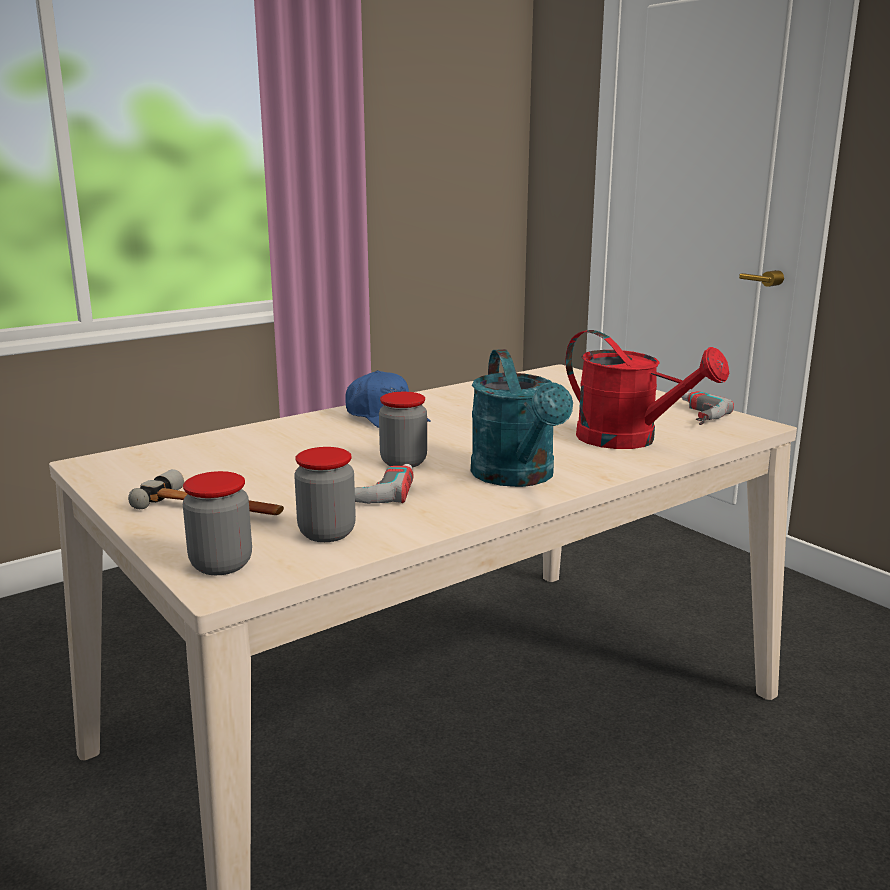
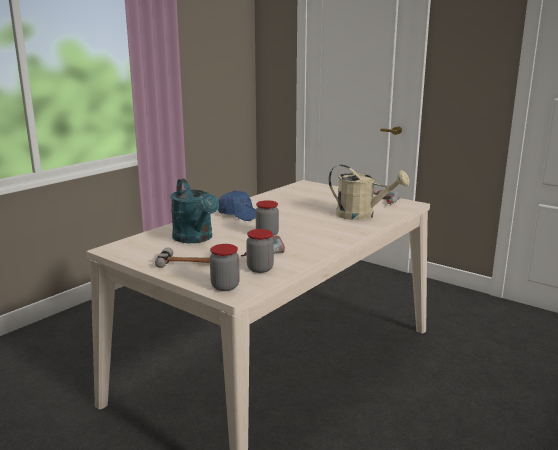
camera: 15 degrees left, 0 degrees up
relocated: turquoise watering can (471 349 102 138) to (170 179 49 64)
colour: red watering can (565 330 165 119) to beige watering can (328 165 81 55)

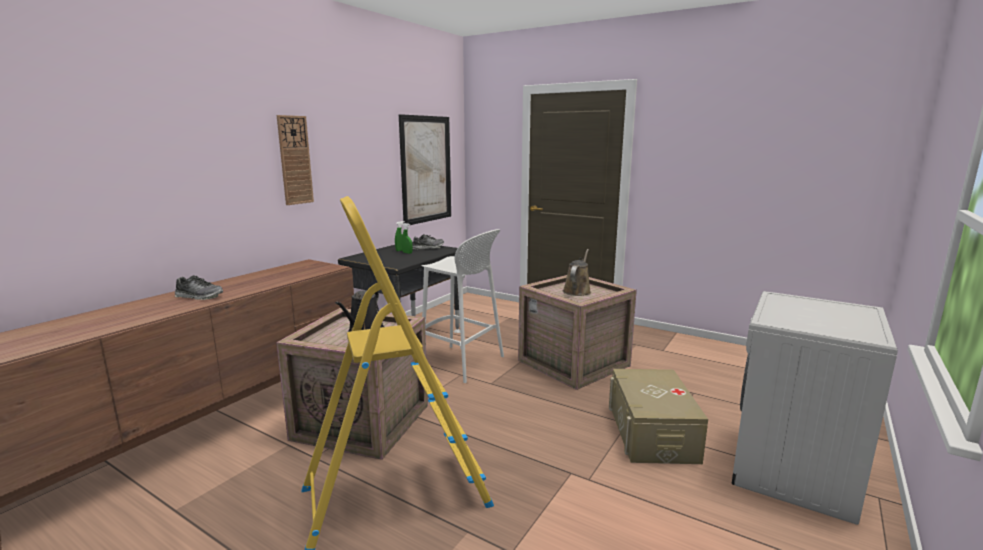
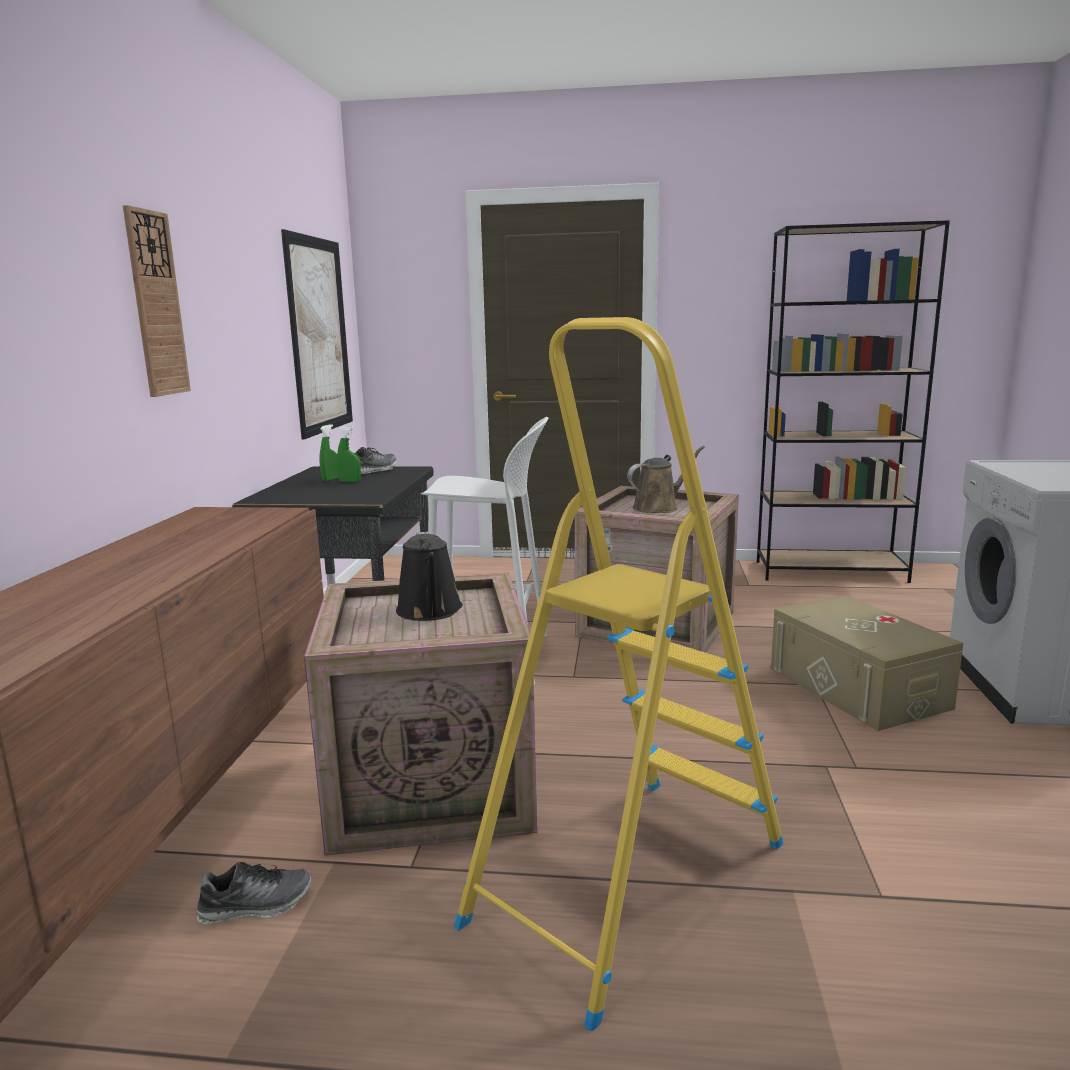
camera: 25 degrees left, 0 degrees up
appeared: beige bookcase (757 220 193 363)
relocated: shoe (175 275 48 25) to (197 862 115 62)
spun: brown watering can (563 249 28 47) = (627 446 78 67) 60 degrees clockwise

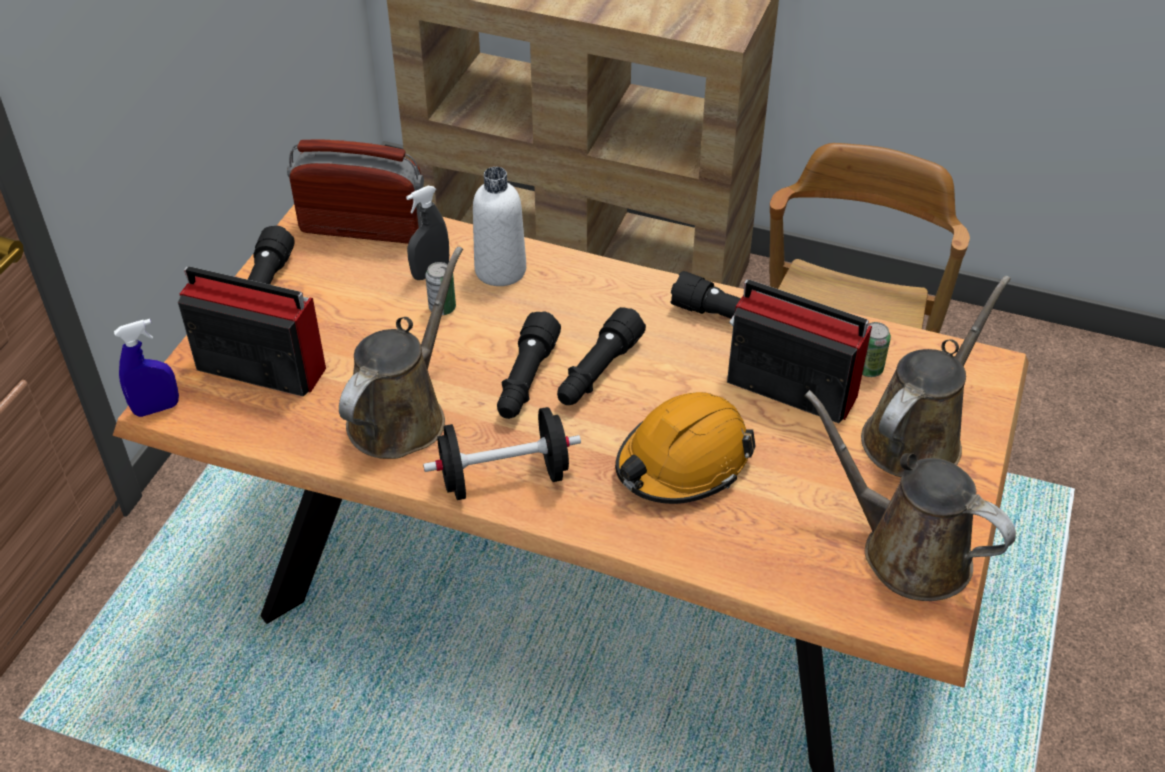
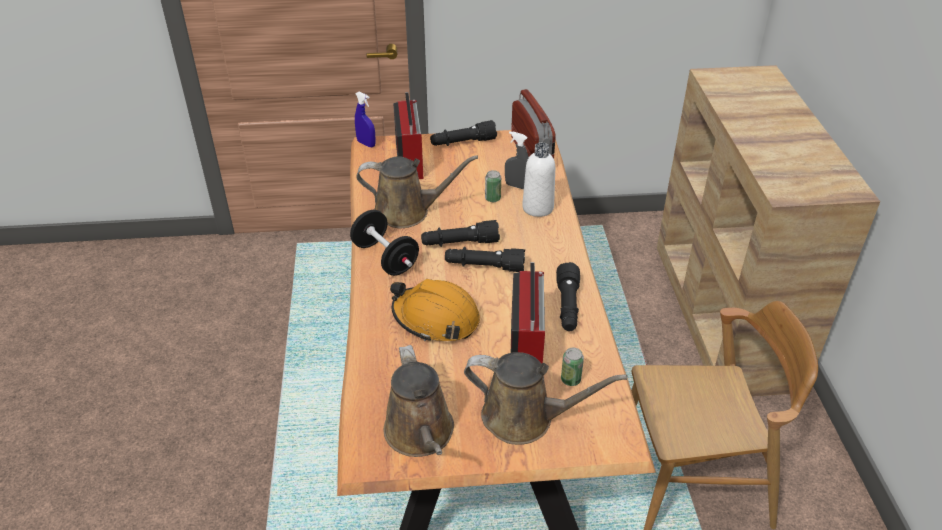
camera: 65 degrees right, 5 degrees down
spun: brown watering can (805 390 211 211) = (383 345 71 112) 150 degrees clockwise

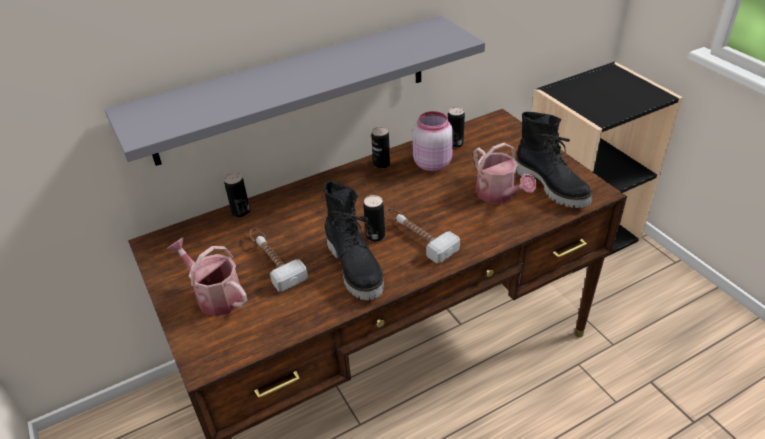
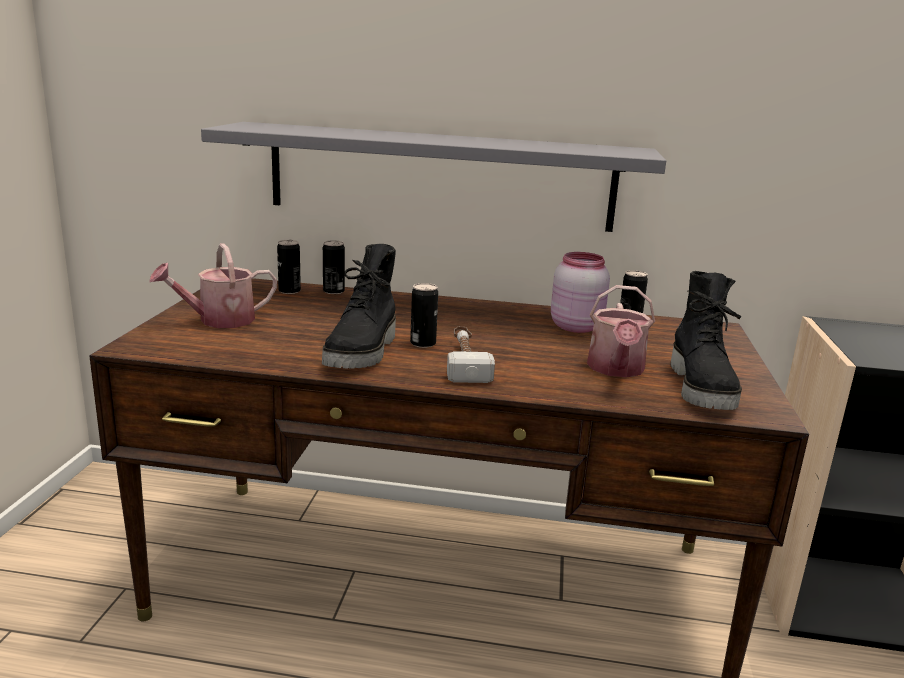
camera: 35 degrees right, 20 degrees down
missing: hammer (250 228 58 64)
relocated: can (371 127 19 42) to (277 240 24 54)
spun: watering can (167 238 80 78) = (149 243 128 85) 105 degrees counterclockwise

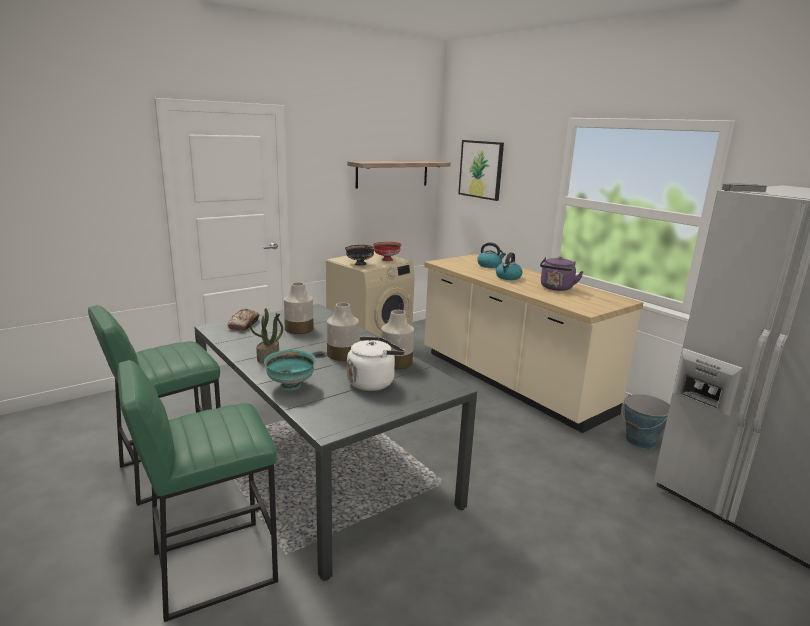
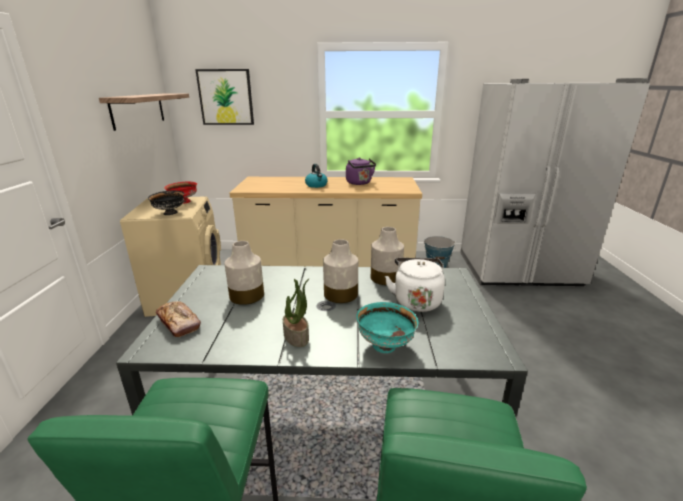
camera: 50 degrees left, 5 degrees up
missing: kettle (477 242 29 26)

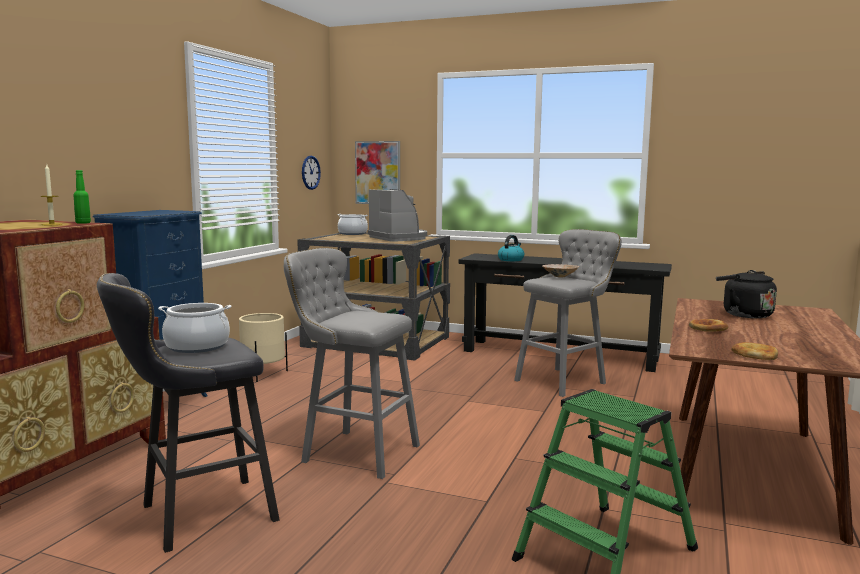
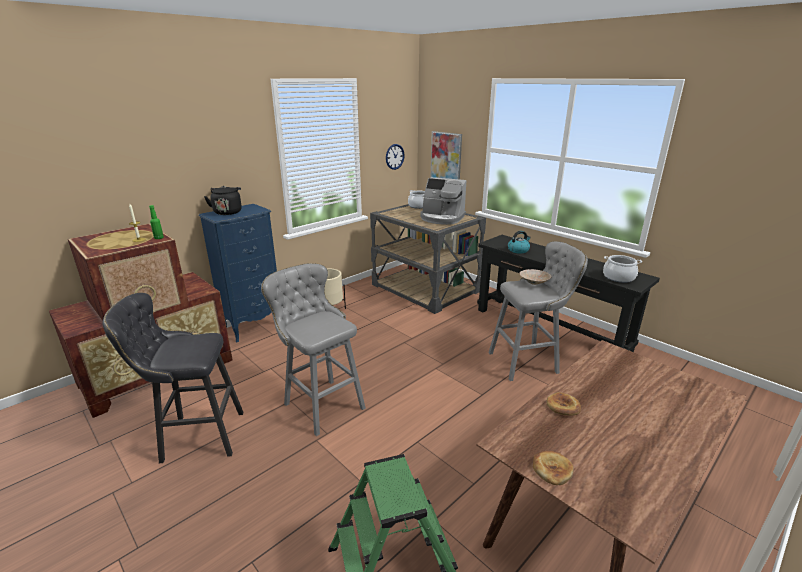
camera: 25 degrees right, 15 degrees up
relocated: black kettle (716 270 61 48) to (204 186 38 29); cooking pot (158 303 74 50) to (603 255 39 28)
spun: coffee machine (368 189 59 53) = (420 177 47 48) 120 degrees clockwise

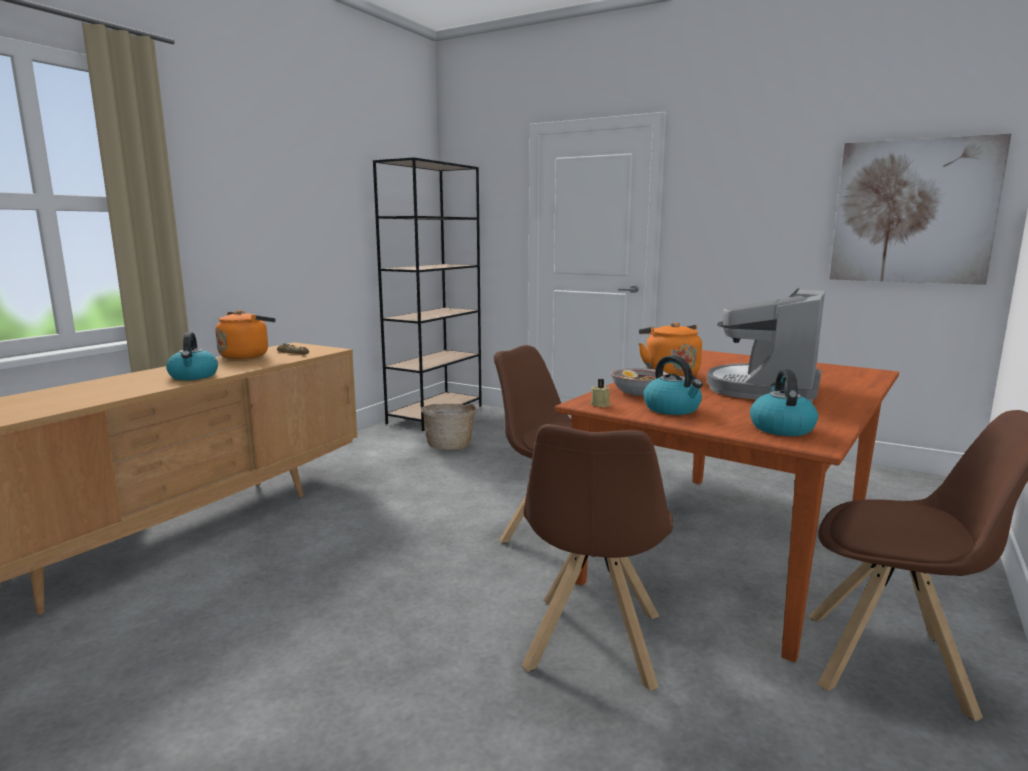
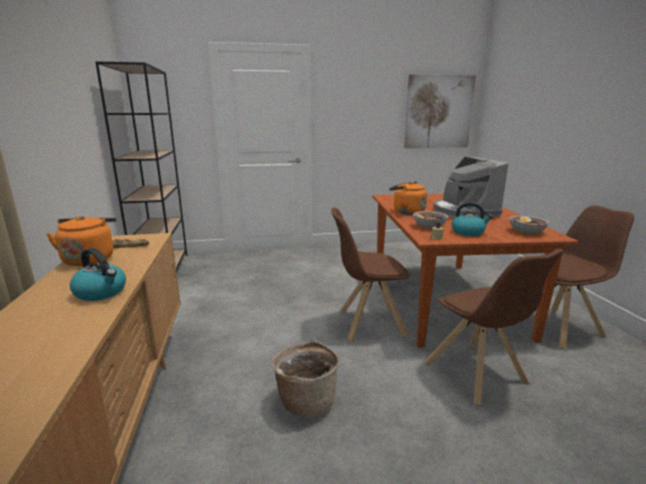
camera: 40 degrees left, 5 degrees up
relocated: basket (421 404 56 46) to (272 340 67 77)
exchanged: kettle (750 369 68 67) to bowl (509 215 40 19)

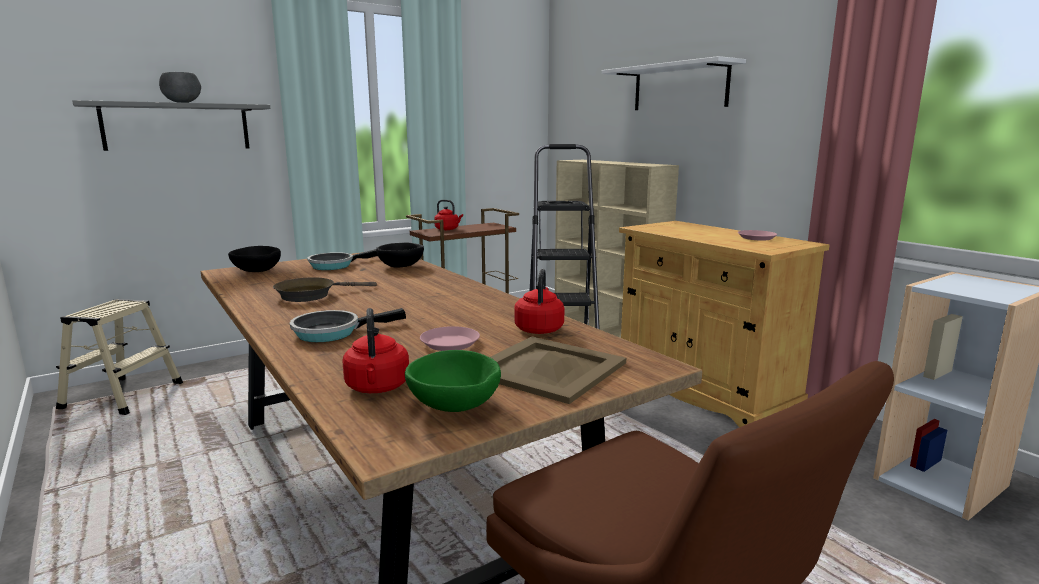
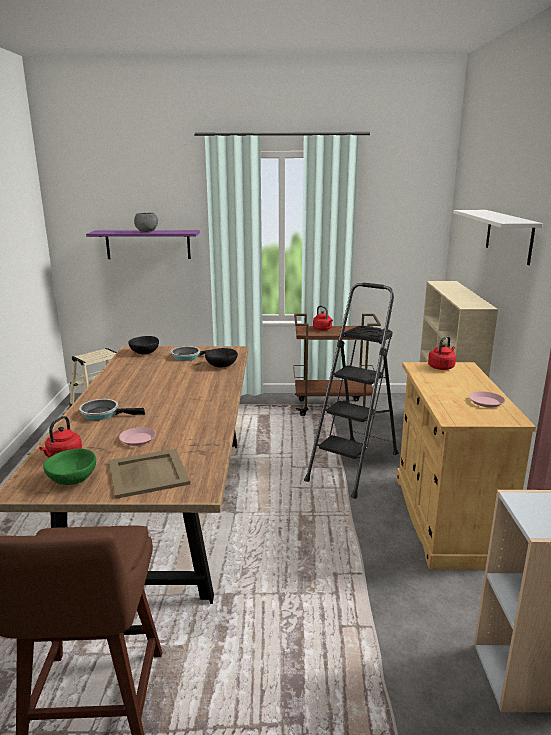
camera: 35 degrees right, 5 degrees up
missing: brown frying pan (273 277 104 25)
relocated: red kettle (514 269 50 65) to (428 336 28 34)
colour: grey shelf (72 100 198 51) to purple shelf (86 230 114 29)

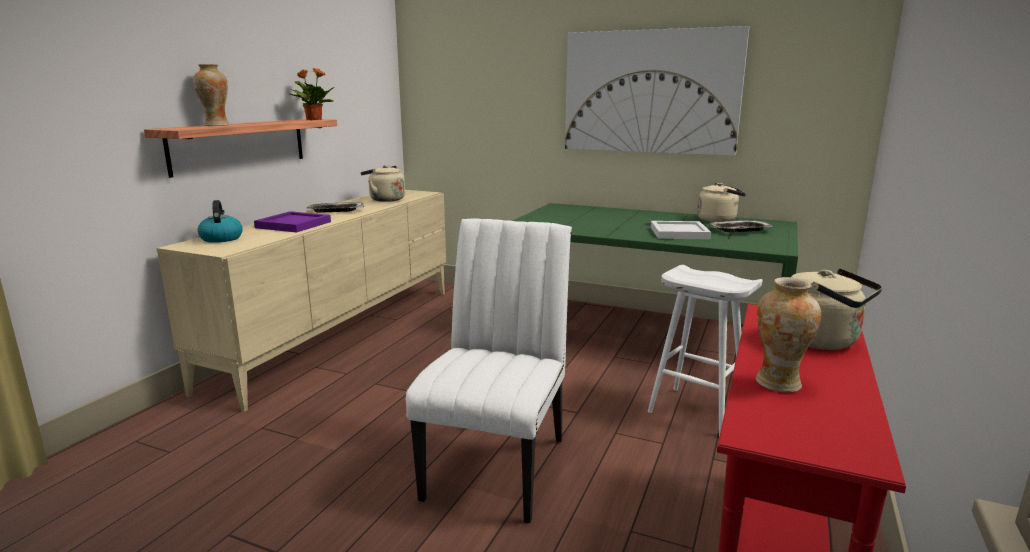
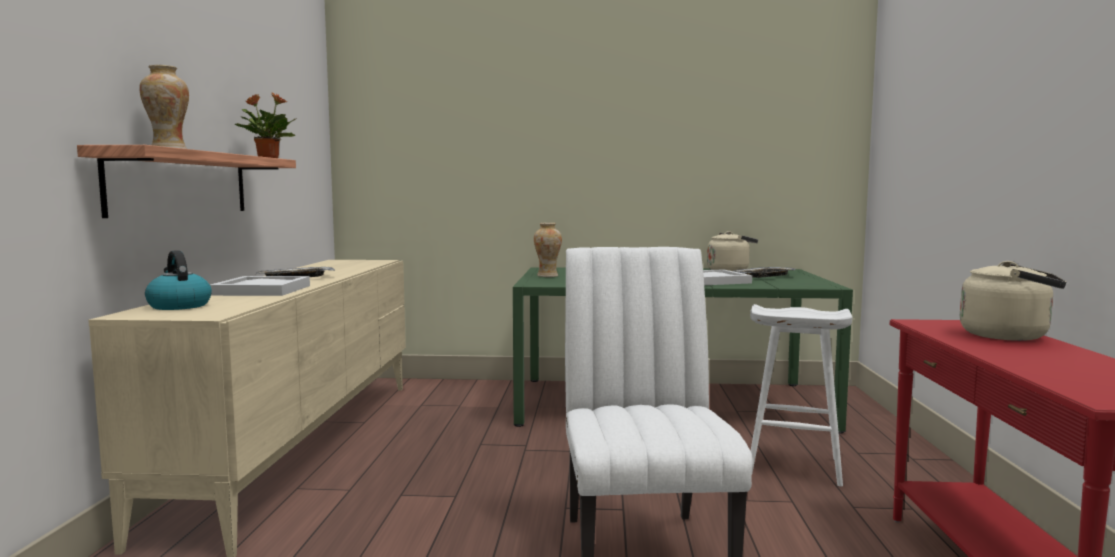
camera: 20 degrees left, 10 degrees down
missing: beige kettle (361 165 44 37); picture (565 26 184 130)
relocated: vase (756 277 65 116) to (534 223 28 54)
colour: purple tray (254 211 77 22) to white tray (210 276 100 20)

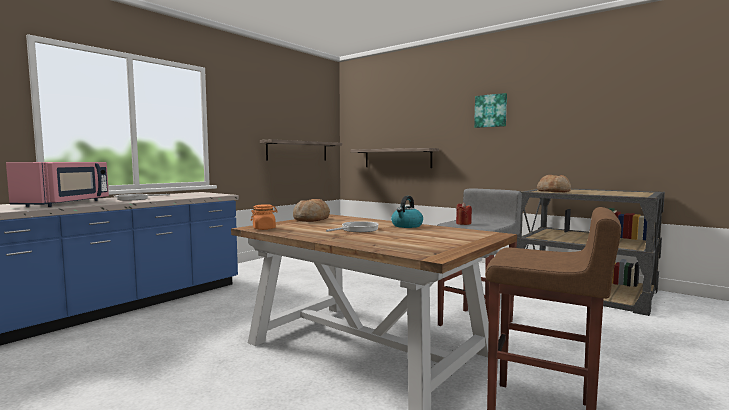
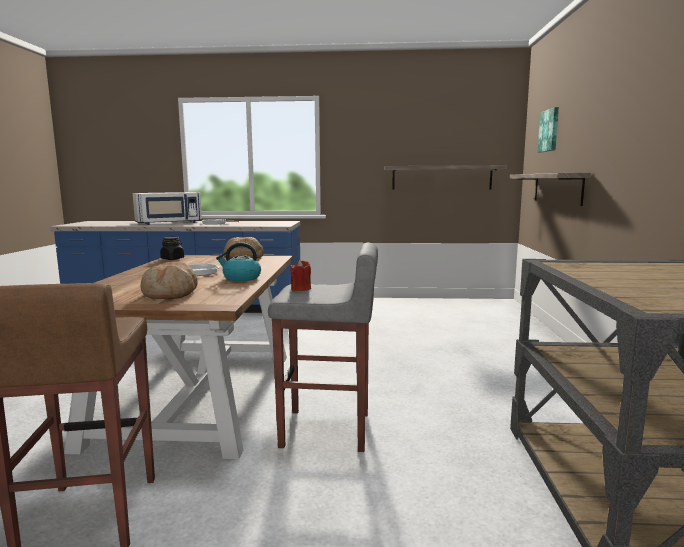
camera: 55 degrees right, 5 degrees up
relocated: bread (537 175 34 17) to (140 261 58 38); picture (474 93 33 35) to (538 107 21 45)
colour: pink microwave (6 162 103 45) to white microwave (133 192 69 33); orange jar (251 204 27 26) to black jar (160 237 24 23)

